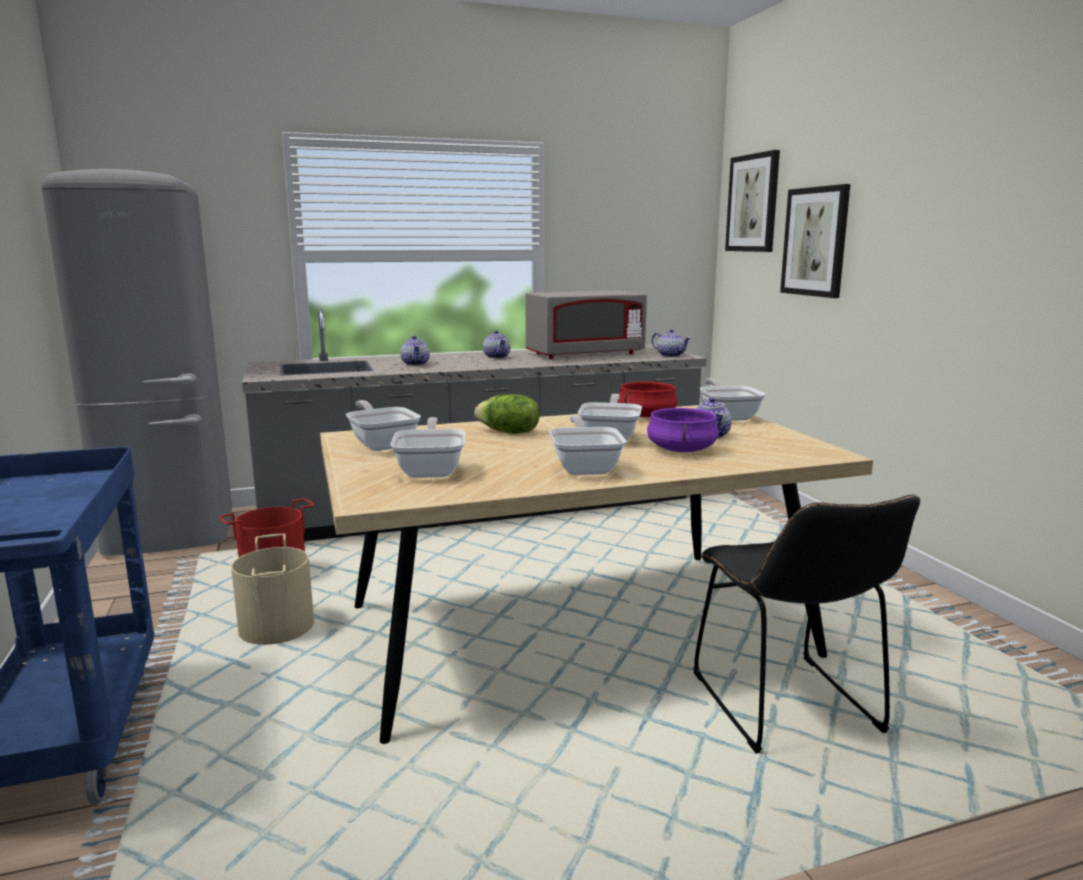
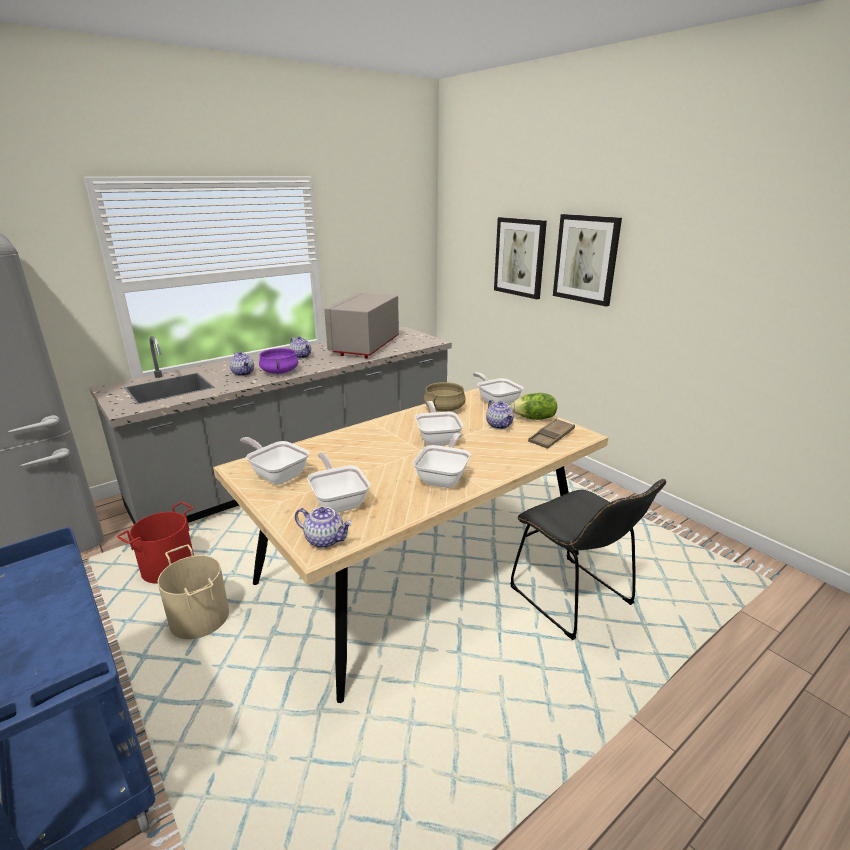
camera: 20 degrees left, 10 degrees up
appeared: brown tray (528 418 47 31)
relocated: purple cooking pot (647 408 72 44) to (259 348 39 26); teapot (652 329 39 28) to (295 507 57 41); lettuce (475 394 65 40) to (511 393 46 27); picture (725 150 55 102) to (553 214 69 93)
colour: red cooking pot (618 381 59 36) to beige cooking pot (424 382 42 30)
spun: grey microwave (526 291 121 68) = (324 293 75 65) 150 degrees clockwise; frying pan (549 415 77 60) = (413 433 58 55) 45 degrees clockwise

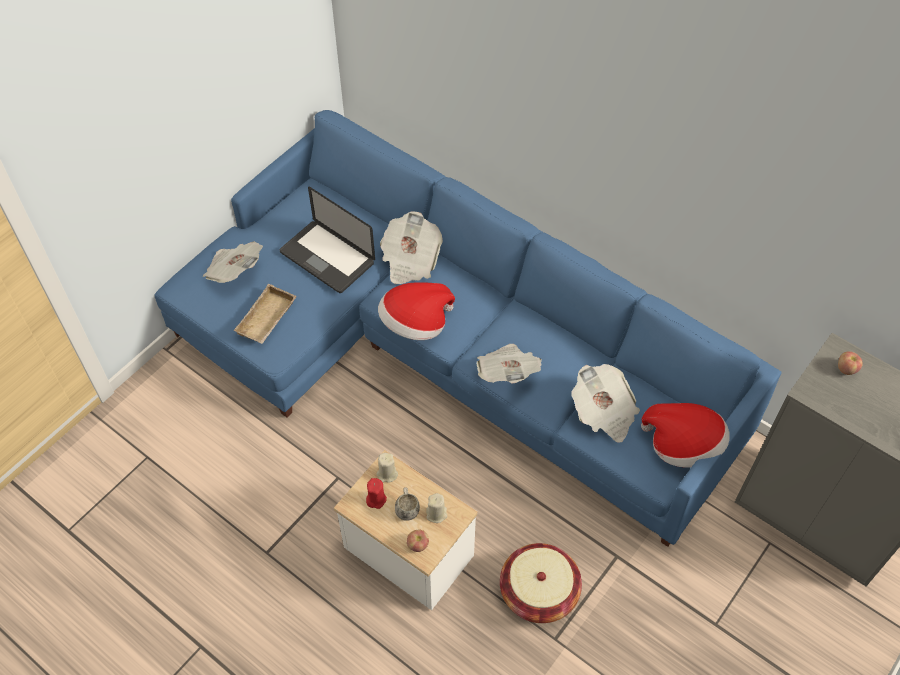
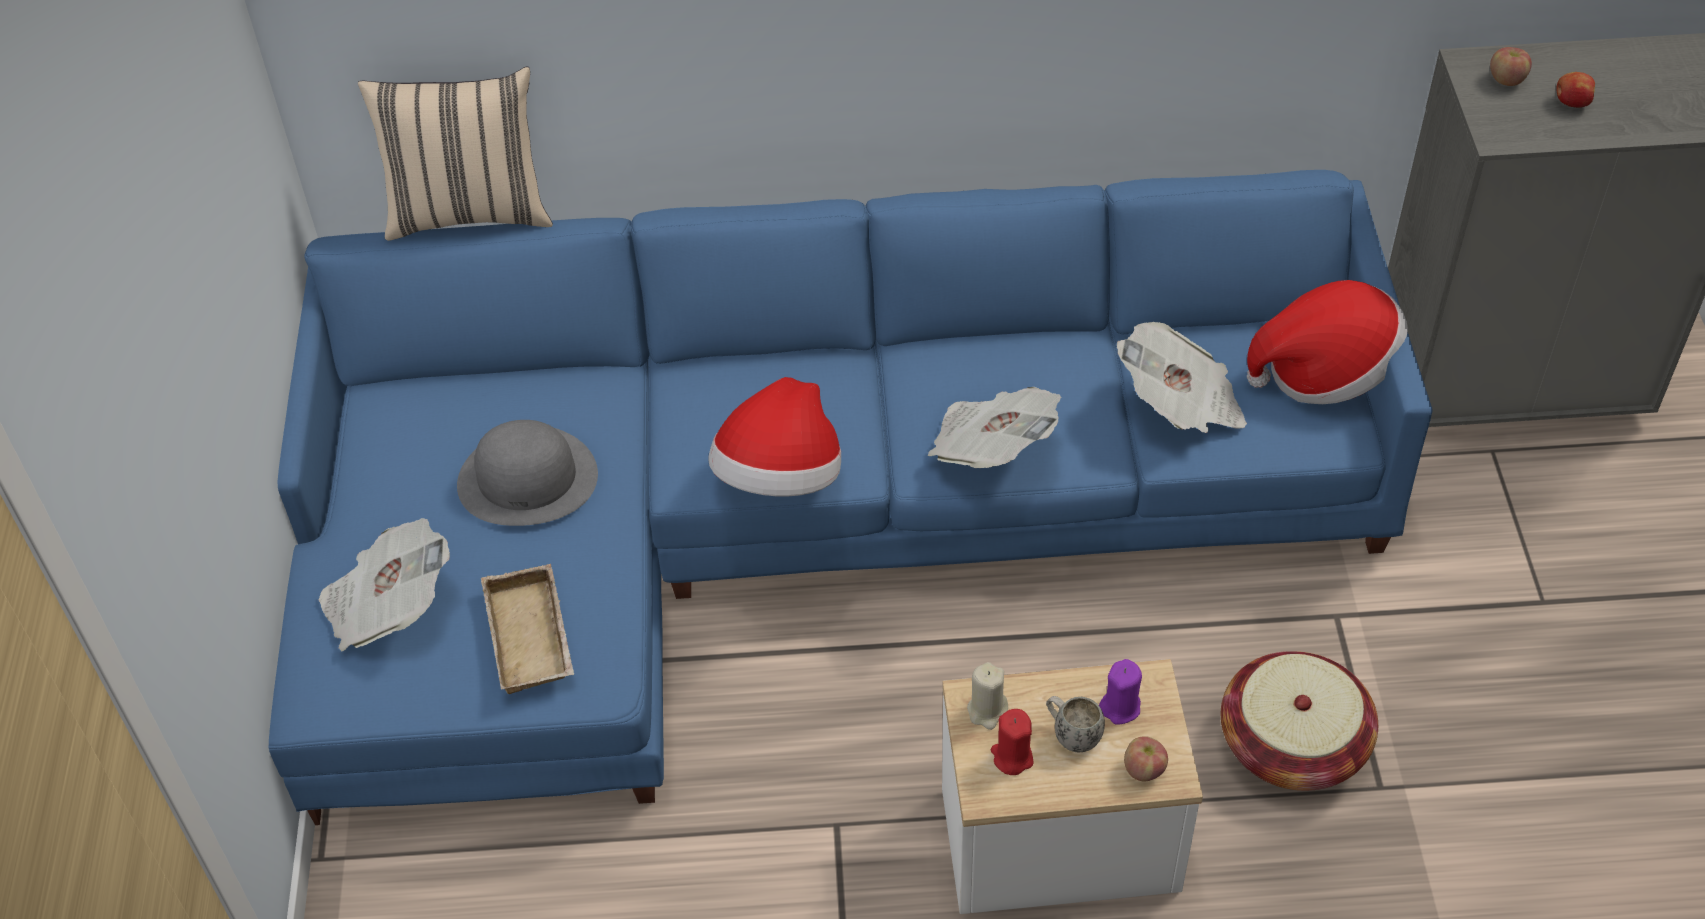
camera: 40 degrees left, 5 degrees down
missing: newspaper (380 211 63 73)
appeared: beige pillow (358 66 195 175); apple (1556 72 39 36)
exchanged: laptop (280 187 95 106) to grey hat (457 420 141 106)
colour: beige candle (426 493 21 30) to purple candle (1099 659 43 66)

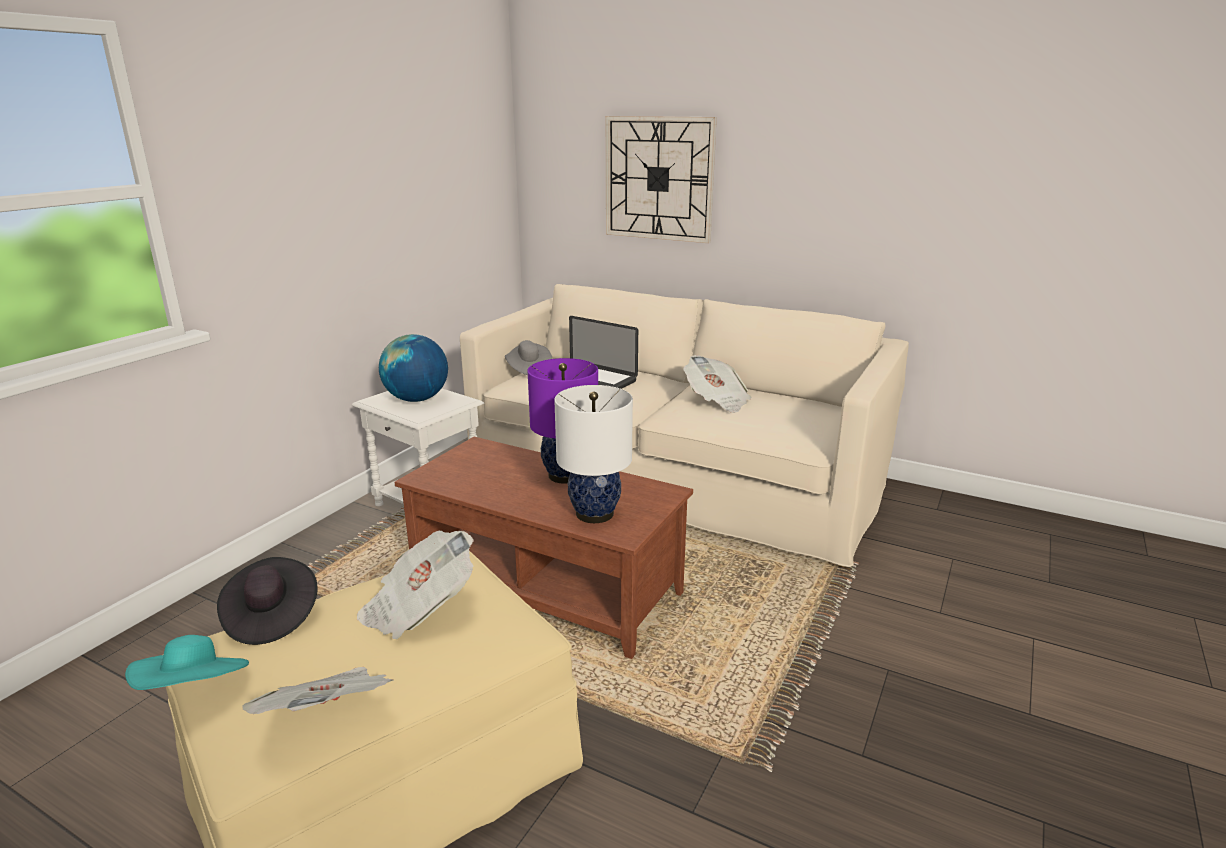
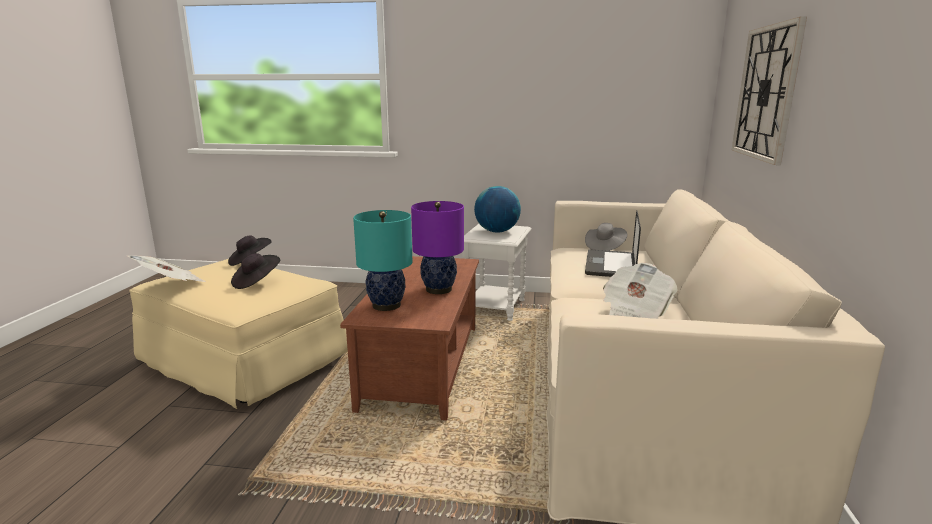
camera: 70 degrees right, 5 degrees down
missing: turquoise hat (125 635 124 55)
exchanged: newspaper (357 531 117 108) to black hat (231 253 49 36)
colour: white table lamp (554 385 79 138) to turquoise table lamp (353 210 59 101)

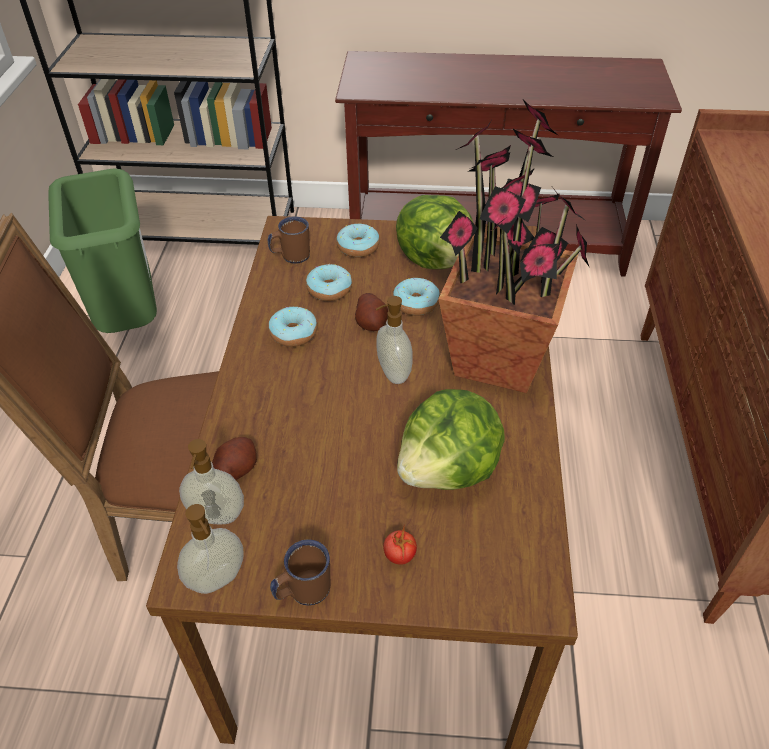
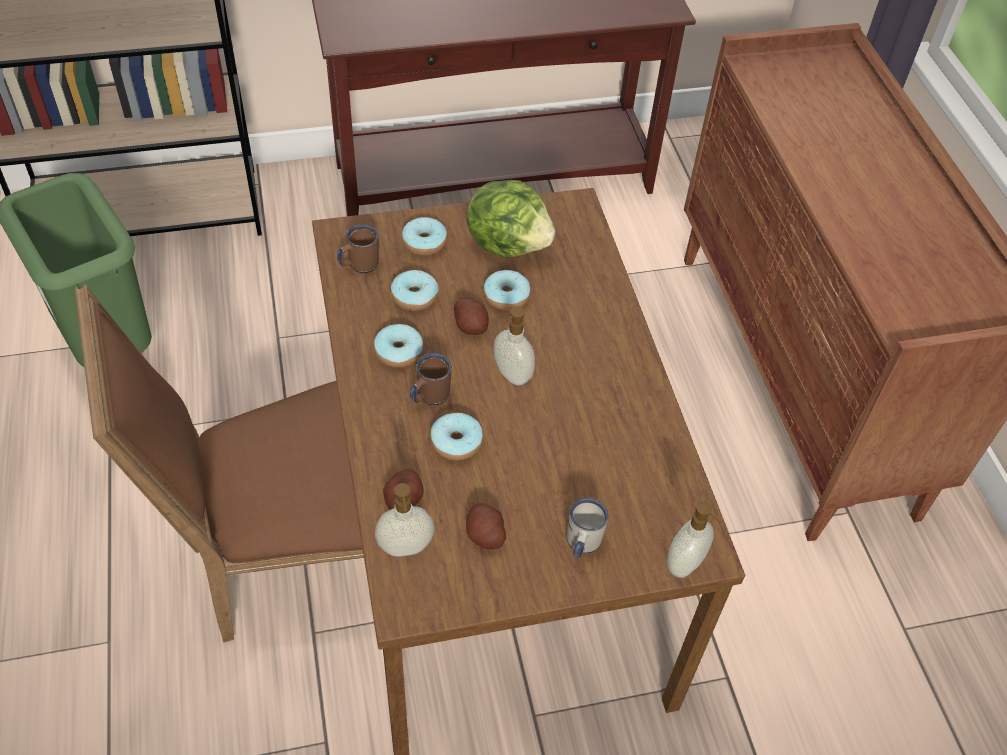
camera: 20 degrees left, 5 degrees up
missing: lettuce (397 389 108 101); potted plant (438 100 151 293)
appeared: donut (430 413 53 47); potato (466 503 40 47)
relocated: brown mug (270 539 61 66) to (410 353 42 53); soap dispenser (177 504 66 90) to (667 501 55 77)
exchanged: tomato (383 524 34 40) to white mug (567 497 42 61)

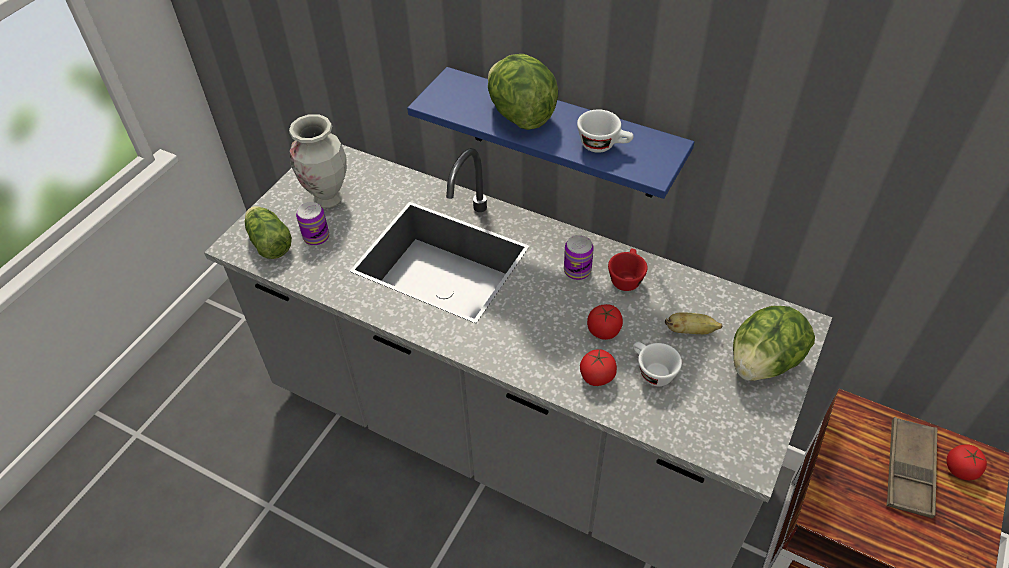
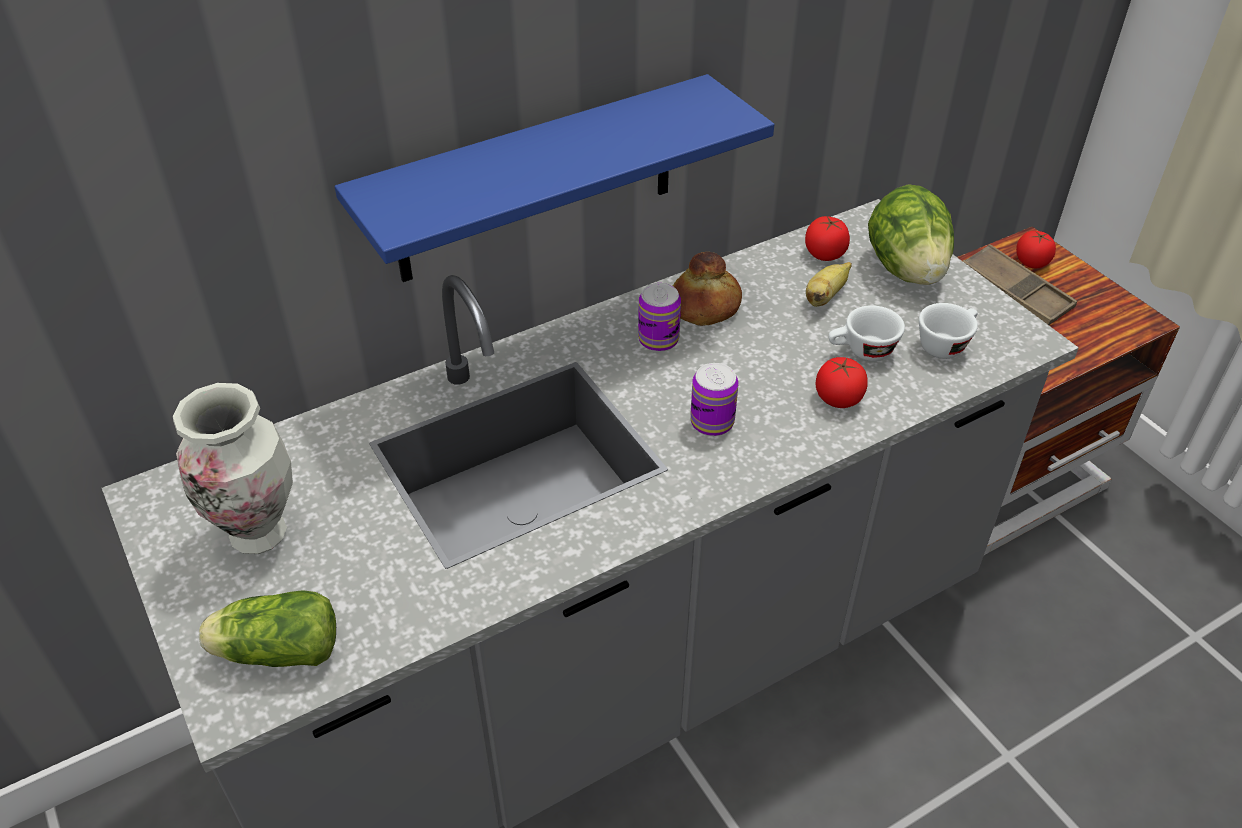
camera: 60 degrees left, 5 degrees down
missing: lettuce (488 54 70 76)
relocated: can (296 202 33 44) to (690 363 49 73); tomato (587 304 36 36) to (805 216 45 45); white cup (577 110 57 43) to (919 303 59 56)
exchanged: red cup (608 249 40 42) to bread (673 252 69 74)

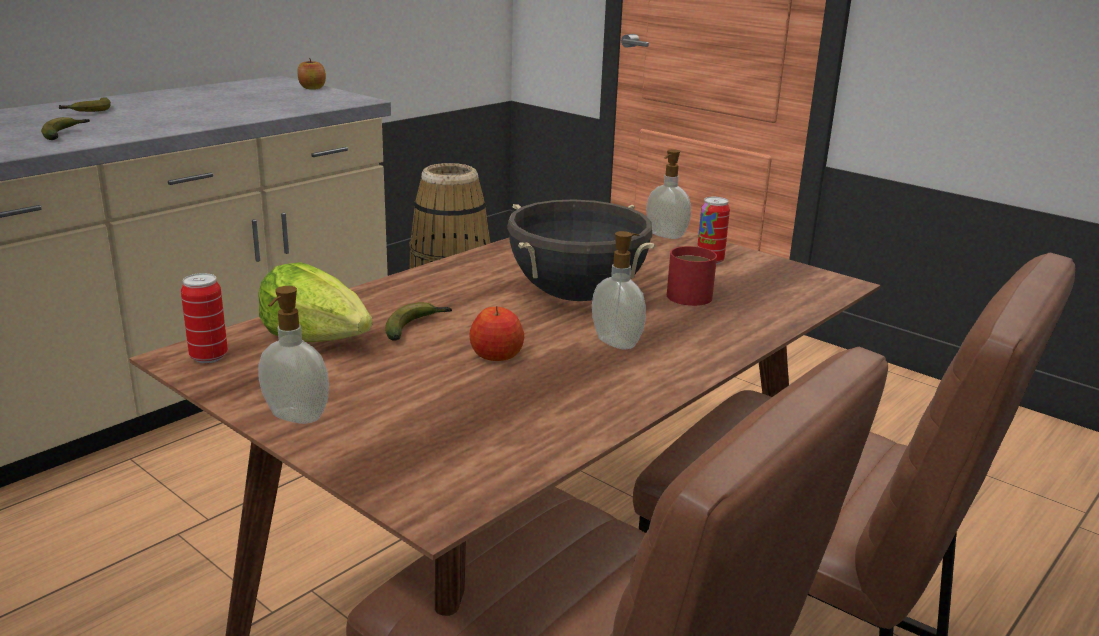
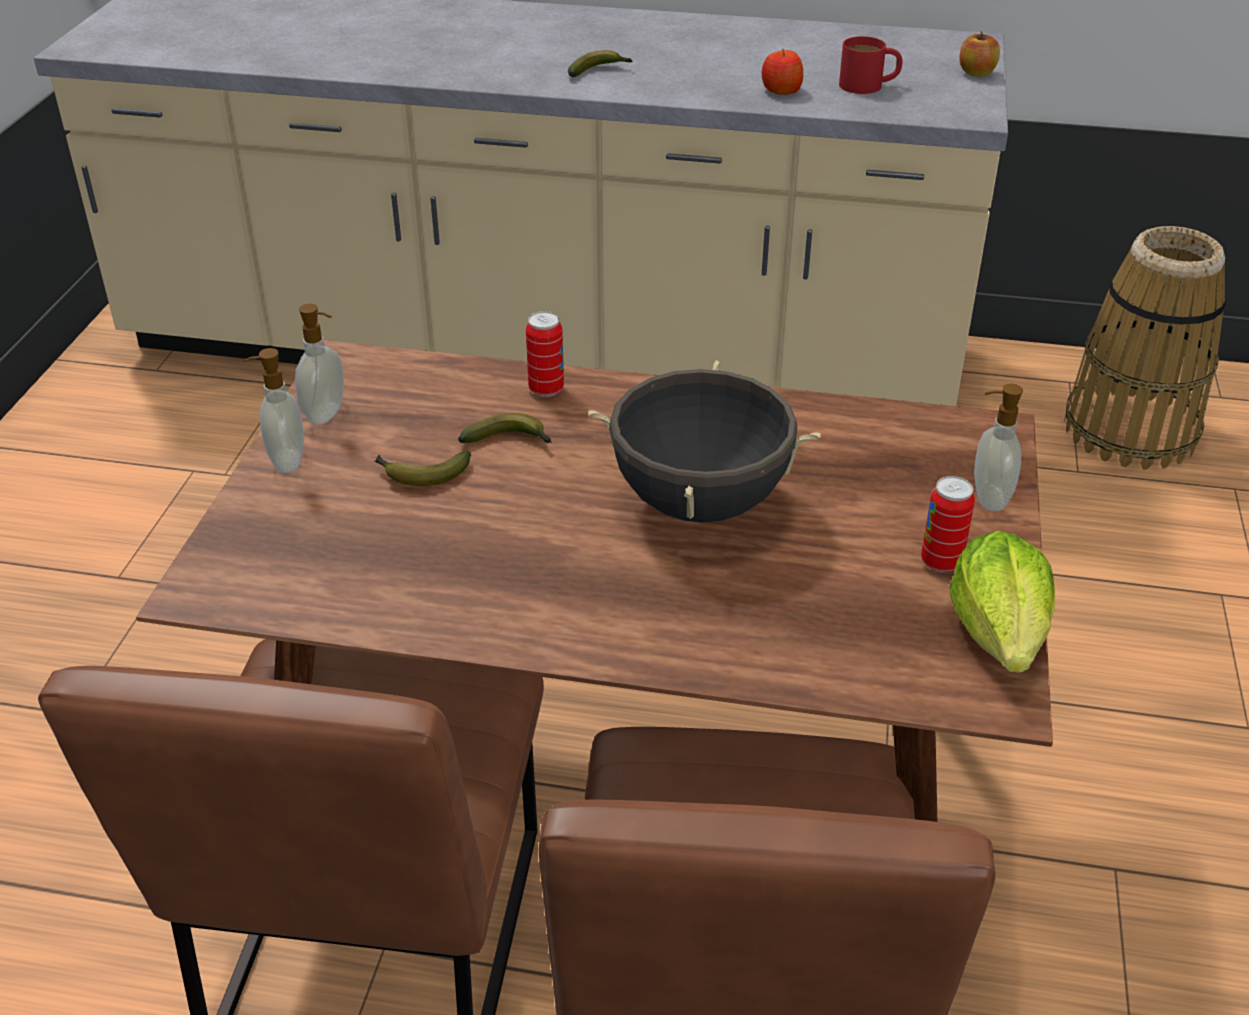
camera: 60 degrees right, 15 degrees up
relocated: soap dispenser (592 231 54 119) to (295 304 49 120); banana (59 98 52 14) to (375 451 96 35); can (181 273 47 90) to (526 311 38 86); apple (469 306 55 55) to (762 48 41 47); red mug (667 246 50 60) to (839 36 64 58); lettuce (258 262 114 80) to (949 531 106 142)

